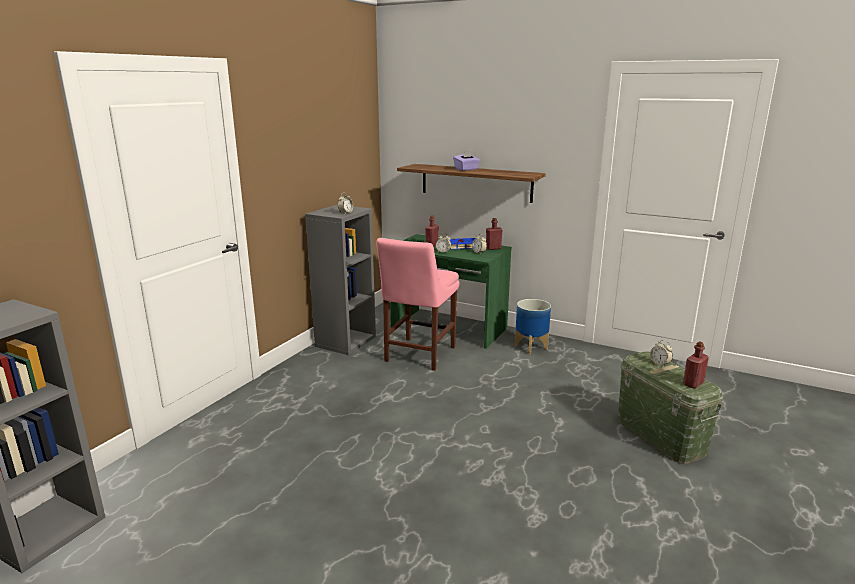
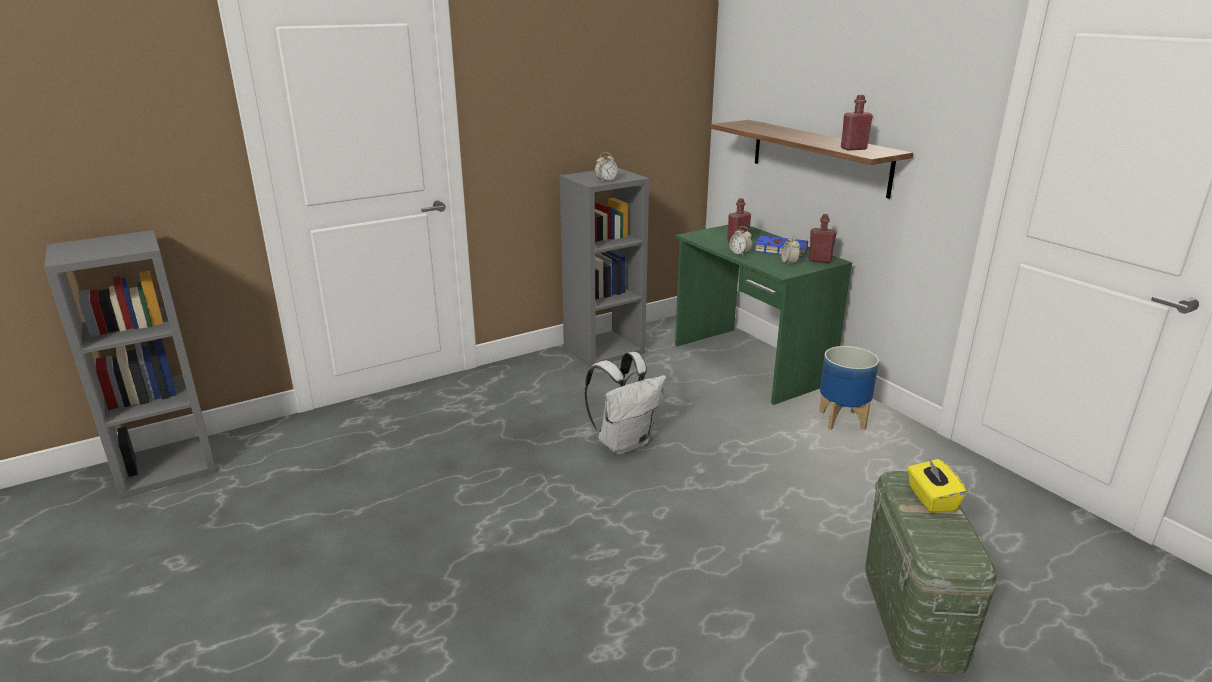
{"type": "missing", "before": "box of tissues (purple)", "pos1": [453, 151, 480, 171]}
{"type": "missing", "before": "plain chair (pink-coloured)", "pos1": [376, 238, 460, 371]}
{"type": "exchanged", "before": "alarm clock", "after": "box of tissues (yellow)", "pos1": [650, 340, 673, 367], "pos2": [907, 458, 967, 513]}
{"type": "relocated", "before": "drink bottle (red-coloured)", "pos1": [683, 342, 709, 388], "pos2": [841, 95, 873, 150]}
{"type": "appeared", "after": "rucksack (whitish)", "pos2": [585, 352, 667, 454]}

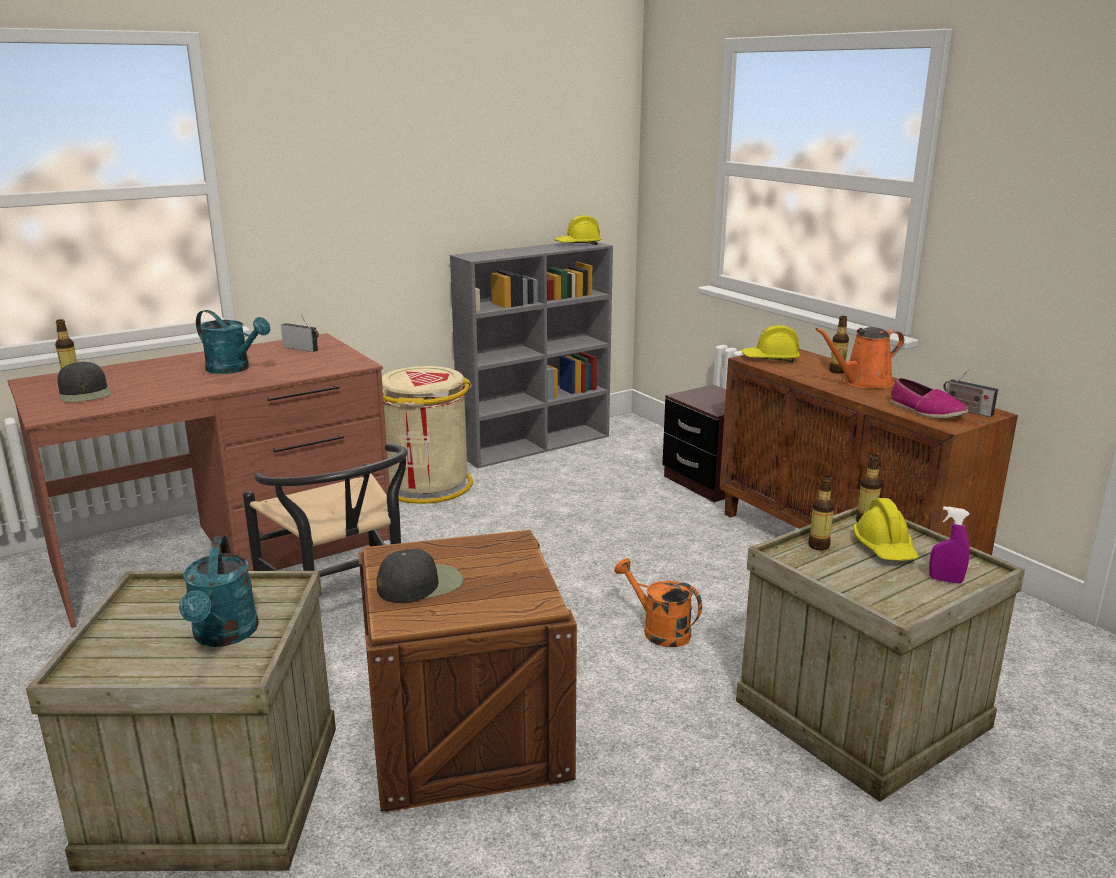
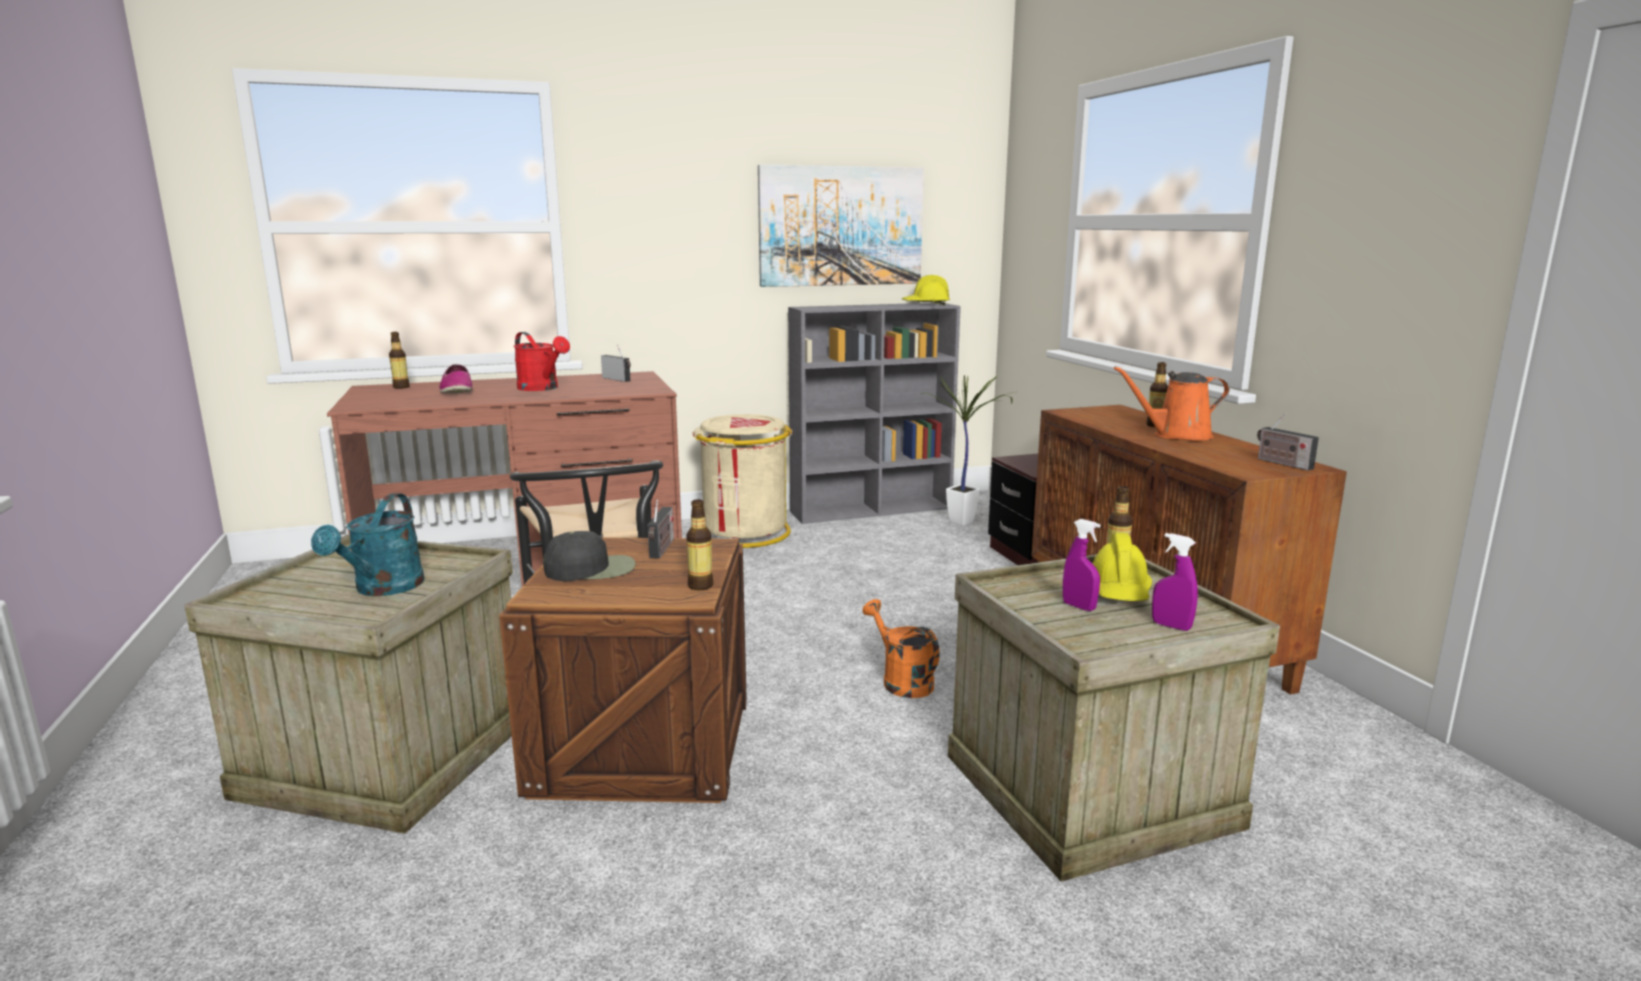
{"type": "colour", "before": "sprinkling can (turquoise-coloured)", "after": "sprinkling can (red-coloured)", "pos1": [196, 310, 271, 374], "pos2": [514, 332, 570, 391]}
{"type": "missing", "before": "safety helmet (yellow)", "pos1": [742, 325, 800, 363]}
{"type": "missing", "before": "baseball cap (black)", "pos1": [58, 361, 111, 402]}
{"type": "relocated", "before": "shoe", "pos1": [890, 378, 968, 418], "pos2": [440, 364, 473, 393]}
{"type": "relocated", "before": "drink bottle", "pos1": [808, 475, 834, 550], "pos2": [686, 499, 713, 590]}
{"type": "appeared", "after": "wall art", "pos2": [758, 164, 924, 287]}
{"type": "appeared", "after": "plant in a pot", "pos2": [921, 375, 1014, 526]}
{"type": "appeared", "after": "radio set", "pos2": [647, 500, 674, 559]}
{"type": "appeared", "after": "sprayer (purple)", "pos2": [1063, 519, 1101, 611]}

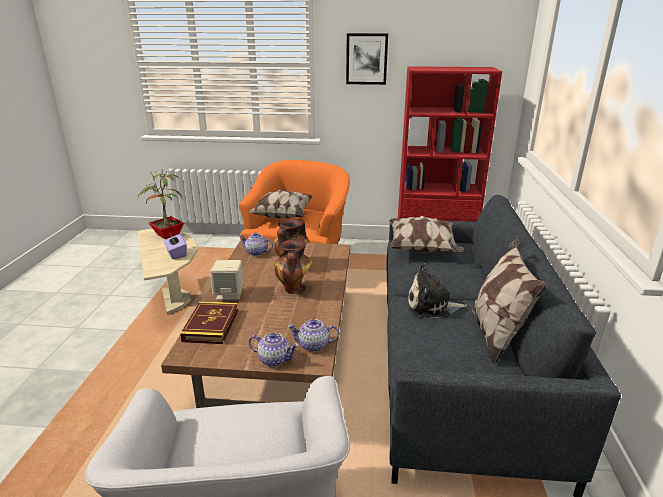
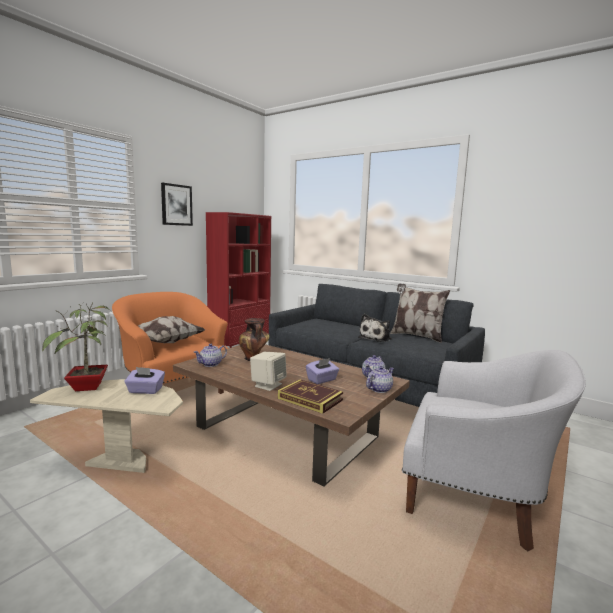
{"type": "missing", "before": "throw pillow", "pos1": [389, 216, 464, 253]}
{"type": "missing", "before": "decorative vase", "pos1": [274, 239, 312, 294]}
{"type": "appeared", "after": "box of tissues (purple)", "pos2": [306, 358, 339, 384]}

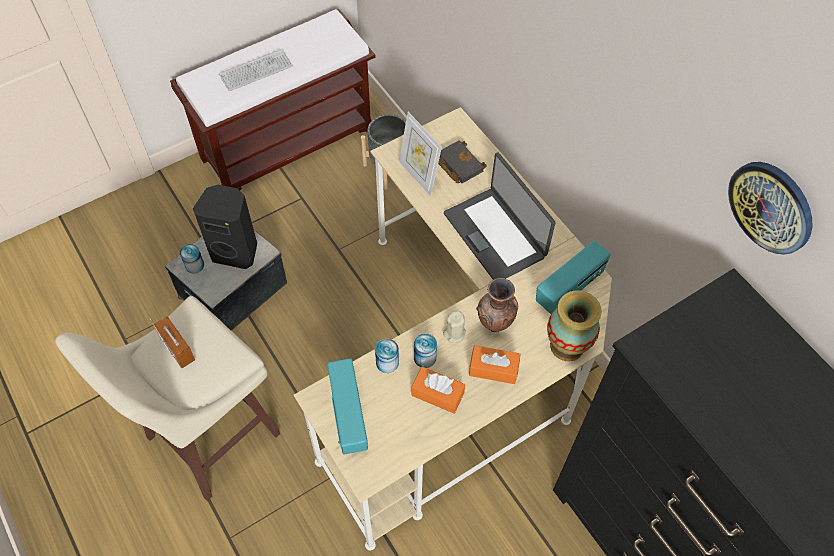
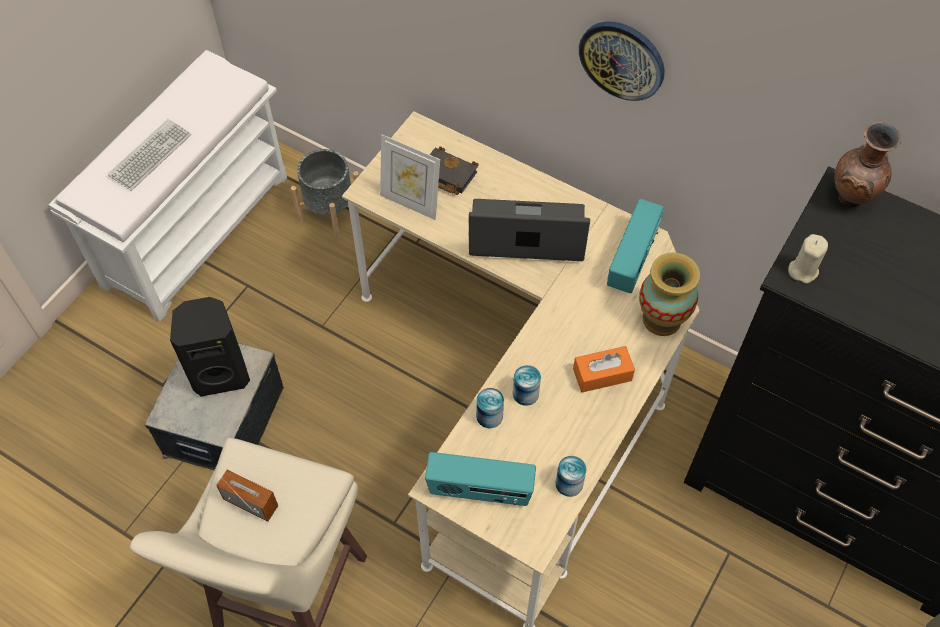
{"type": "colour", "before": "long seat (brownish)", "after": "long seat (whitish)", "pos1": [170, 9, 376, 190], "pos2": [49, 50, 287, 322]}
{"type": "spun", "before": "portable computer", "pos1": [444, 152, 556, 280], "pos2": [469, 199, 590, 261], "turn": 150}
{"type": "relocated", "before": "hanging clock", "pos1": [728, 162, 813, 255], "pos2": [579, 21, 665, 101]}
{"type": "relocated", "before": "can", "pos1": [180, 244, 204, 273], "pos2": [555, 456, 586, 497]}
{"type": "relocated", "before": "decorative vase (brownish)", "pos1": [476, 278, 518, 332], "pos2": [834, 122, 901, 208]}
{"type": "relocated", "before": "wax candle (beige)", "pos1": [443, 310, 466, 343], "pos2": [788, 234, 828, 284]}
{"type": "spun", "before": "radio set", "pos1": [327, 358, 368, 454], "pos2": [425, 452, 536, 506], "turn": -45}
{"type": "missing", "before": "box of tissues (orange-coloured)", "pos1": [411, 367, 465, 414]}

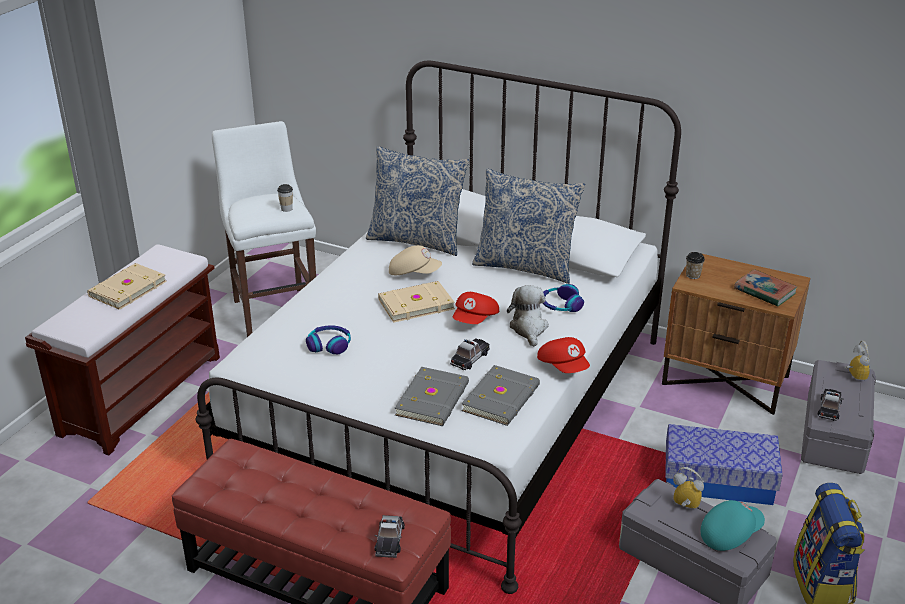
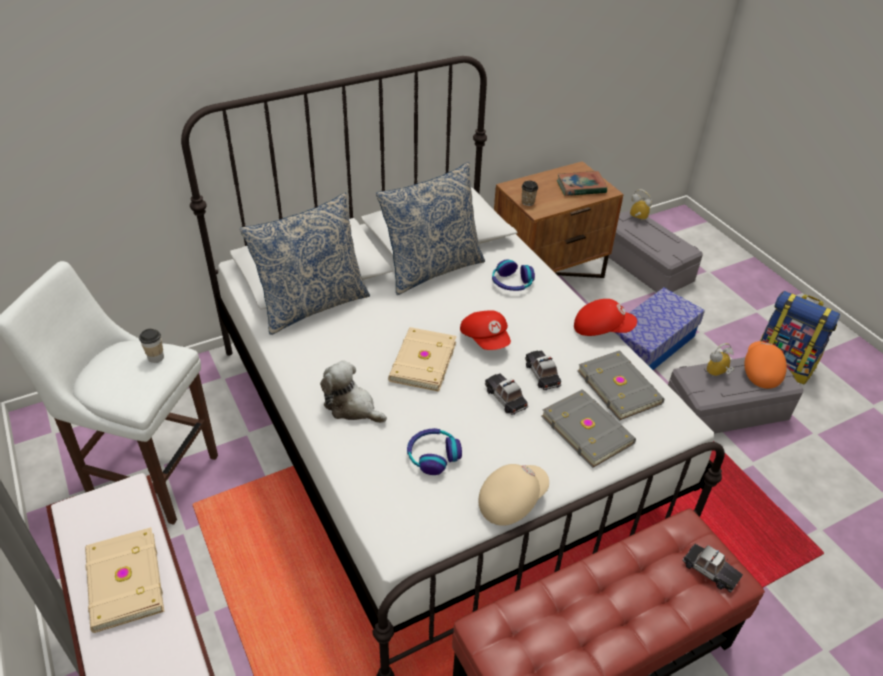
{"type": "relocated", "before": "baseball cap (beige)", "pos1": [389, 245, 442, 275], "pos2": [478, 464, 549, 526]}
{"type": "relocated", "before": "cuddly toy", "pos1": [507, 285, 549, 347], "pos2": [320, 360, 387, 423]}
{"type": "relocated", "before": "miniature car", "pos1": [817, 389, 844, 421], "pos2": [485, 374, 528, 415]}
{"type": "colour", "before": "baseball cap (turquoise-coloured)", "after": "baseball cap (orange-coloured)", "pos1": [701, 500, 765, 551], "pos2": [744, 341, 787, 389]}

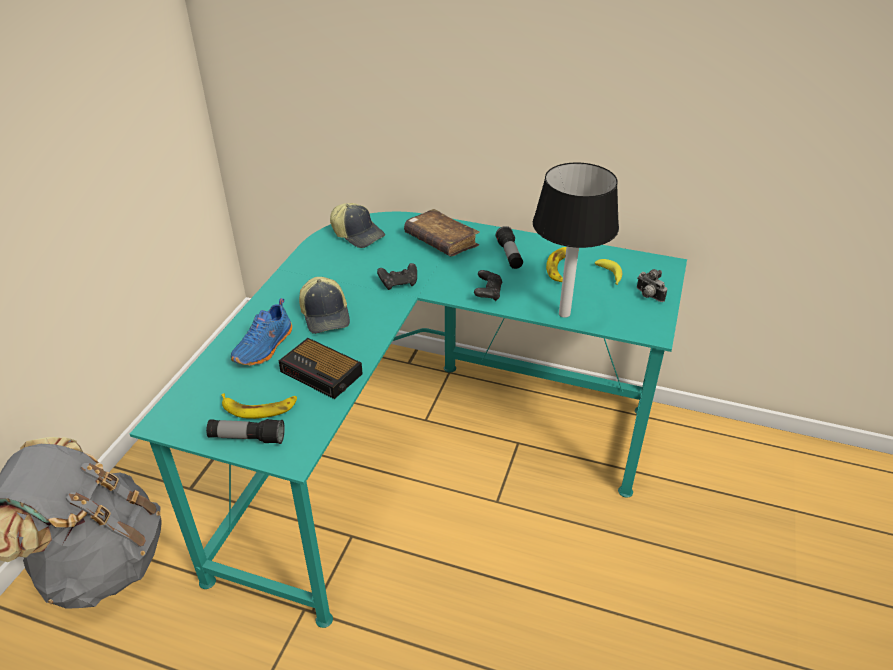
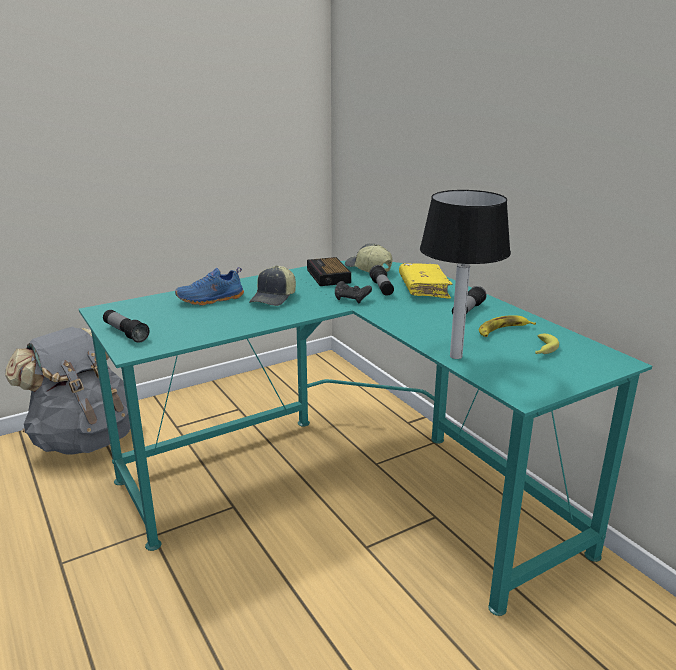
{"type": "spun", "before": "baseball cap", "pos1": [330, 203, 385, 248], "pos2": [345, 244, 392, 272], "turn": 150}
{"type": "colour", "before": "book (brownish)", "after": "book (yellow)", "pos1": [404, 209, 480, 256], "pos2": [399, 263, 453, 299]}
{"type": "missing", "before": "still camera", "pos1": [637, 269, 667, 302]}
{"type": "missing", "before": "game controller (black)", "pos1": [474, 270, 502, 301]}
{"type": "relocated", "before": "alarm clock", "pos1": [279, 338, 363, 399], "pos2": [307, 257, 351, 286]}
{"type": "missing", "before": "banana", "pos1": [221, 393, 297, 419]}
{"type": "appeared", "after": "flashlight", "pos2": [369, 265, 394, 296]}

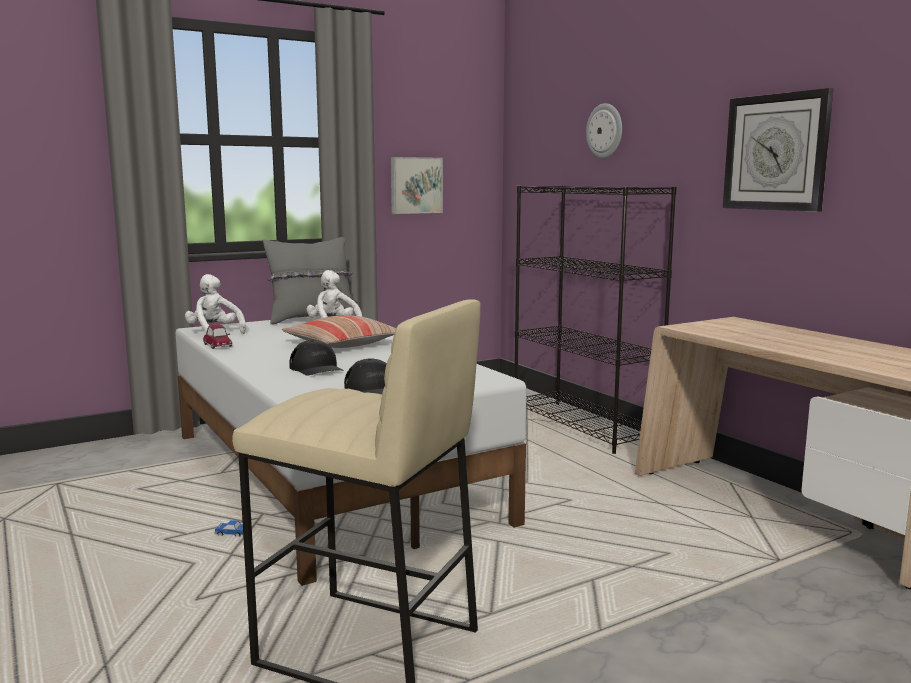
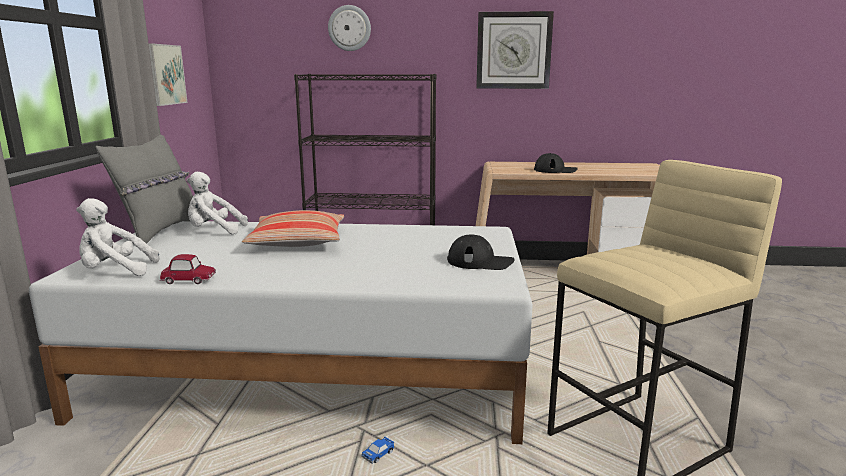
{"type": "relocated", "before": "baseball cap (black)", "pos1": [289, 340, 343, 375], "pos2": [534, 153, 578, 173]}

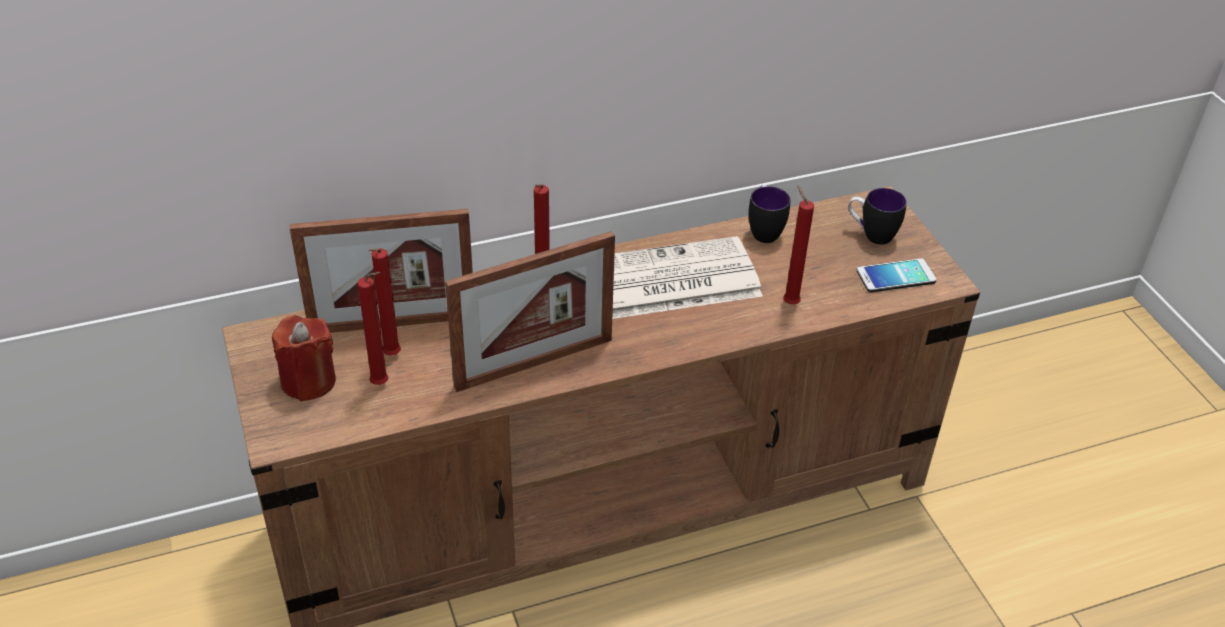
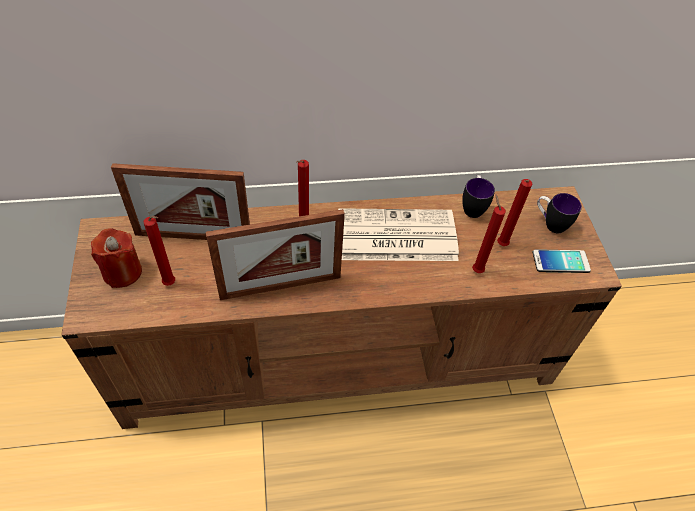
{"type": "relocated", "before": "wax candle (red-coloured)", "pos1": [369, 248, 401, 356], "pos2": [497, 179, 532, 246]}

